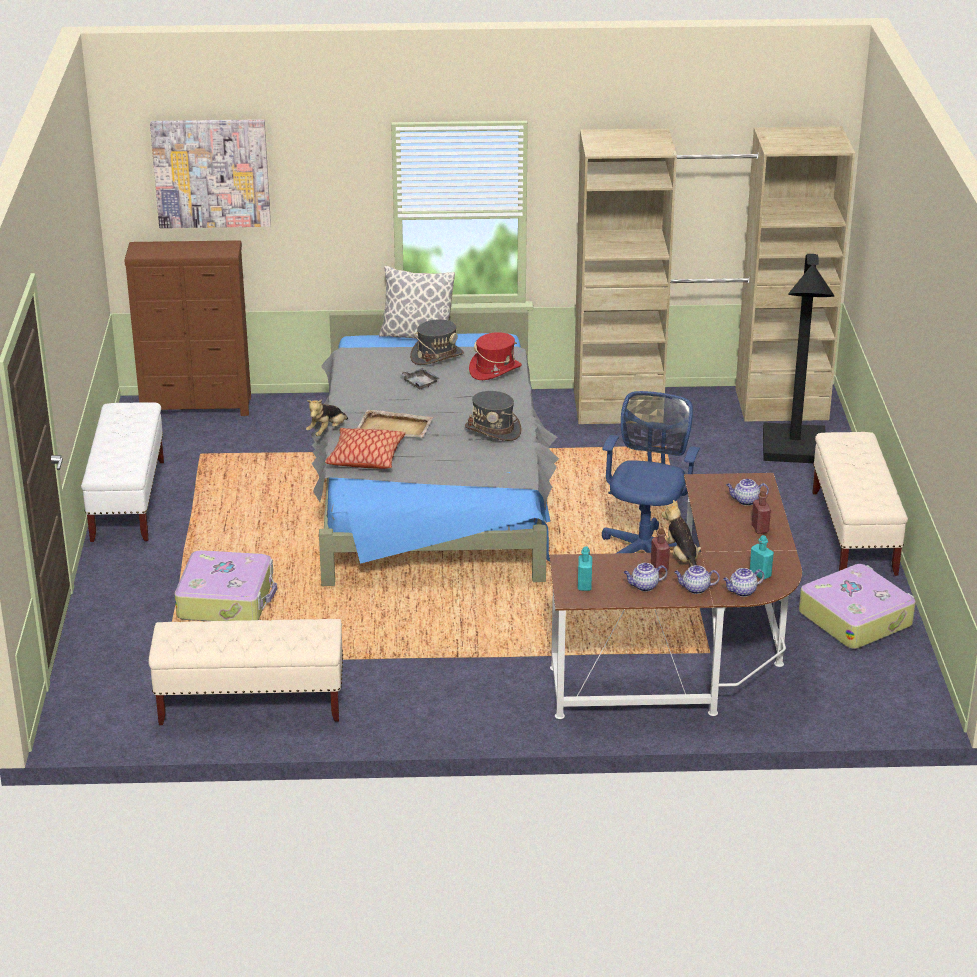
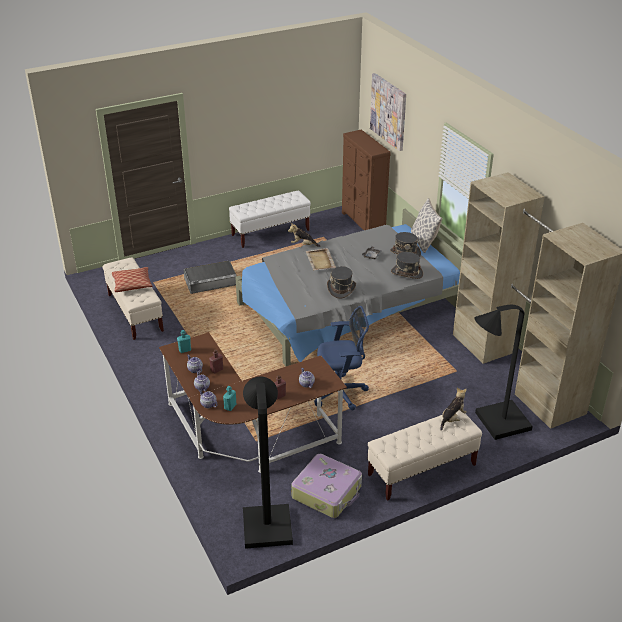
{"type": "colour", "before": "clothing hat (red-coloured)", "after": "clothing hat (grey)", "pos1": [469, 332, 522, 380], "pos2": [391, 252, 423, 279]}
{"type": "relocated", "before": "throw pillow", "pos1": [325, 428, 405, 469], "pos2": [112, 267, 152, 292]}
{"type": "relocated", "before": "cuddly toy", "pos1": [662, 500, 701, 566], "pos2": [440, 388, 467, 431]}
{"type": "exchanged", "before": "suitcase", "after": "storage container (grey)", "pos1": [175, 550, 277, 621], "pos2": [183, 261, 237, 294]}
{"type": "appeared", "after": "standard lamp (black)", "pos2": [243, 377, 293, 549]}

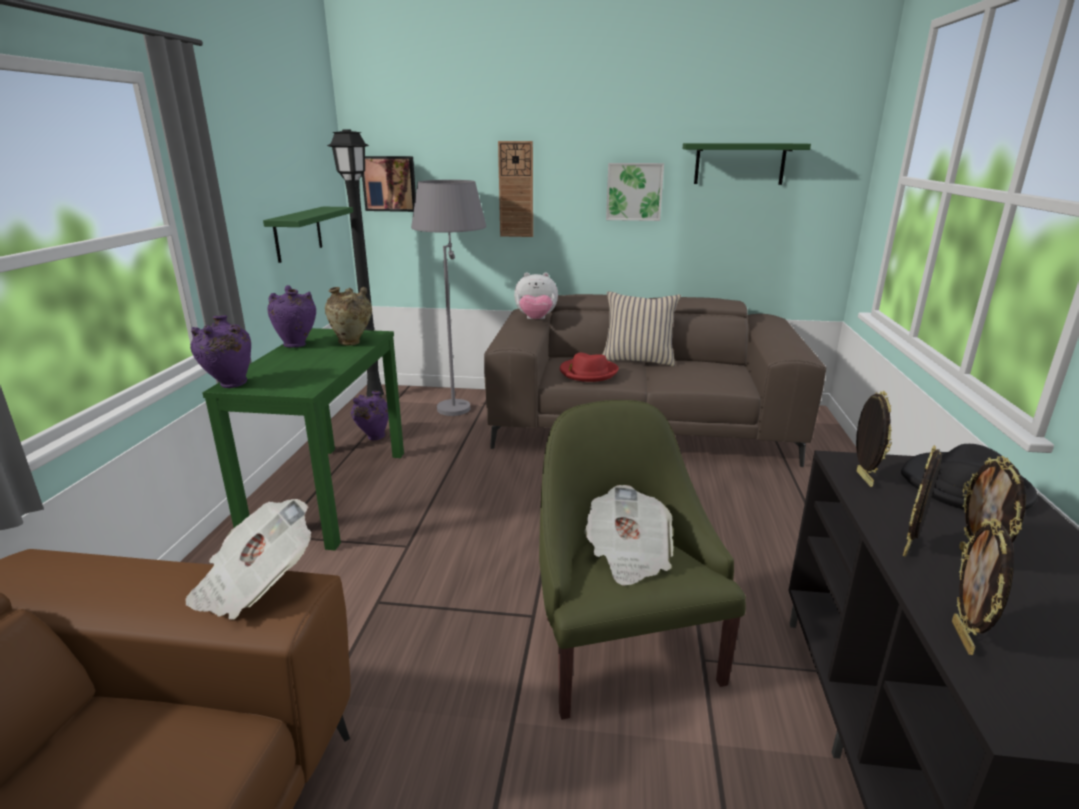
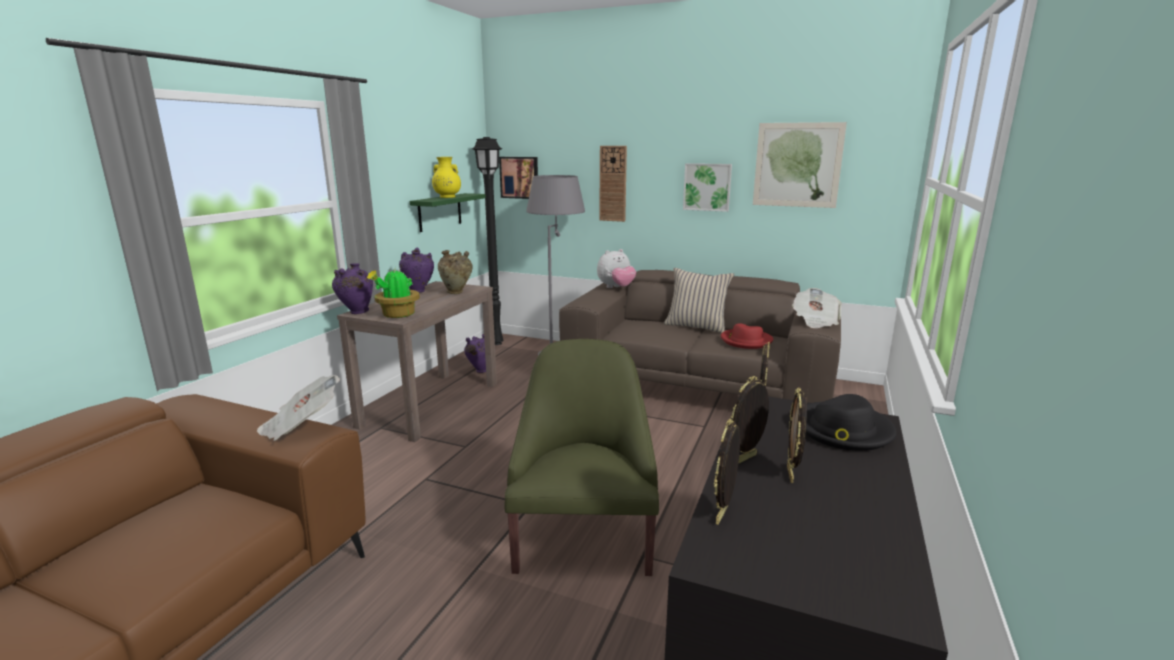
{"type": "exchanged", "before": "wall shelf (greenish)", "after": "wall art", "pos1": [683, 143, 811, 185], "pos2": [753, 122, 847, 208]}
{"type": "spun", "before": "cuddly toy", "pos1": [514, 272, 558, 319], "pos2": [597, 249, 636, 288], "turn": -45}
{"type": "colour", "before": "hall table (greenish)", "after": "hall table (brownish)", "pos1": [202, 328, 404, 550], "pos2": [337, 281, 497, 442]}
{"type": "relocated", "before": "clothing hat (red-coloured)", "pos1": [560, 353, 619, 382], "pos2": [721, 323, 773, 349]}
{"type": "relocated", "before": "newspaper", "pos1": [584, 485, 673, 586], "pos2": [792, 288, 842, 328]}
{"type": "appeared", "after": "decorative vase (yellow)", "pos2": [432, 157, 461, 198]}
{"type": "appeared", "after": "plant in a pot", "pos2": [367, 267, 420, 318]}

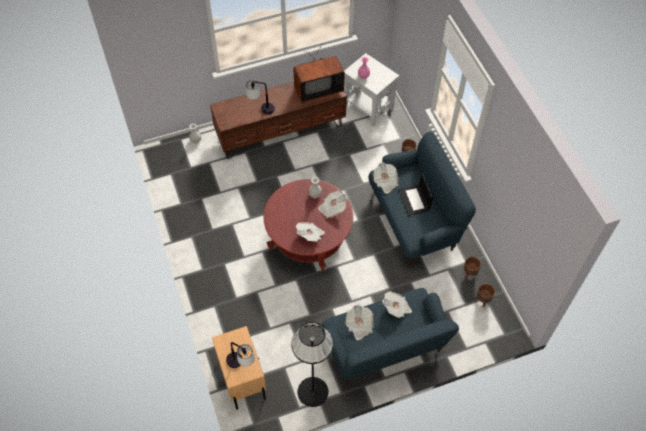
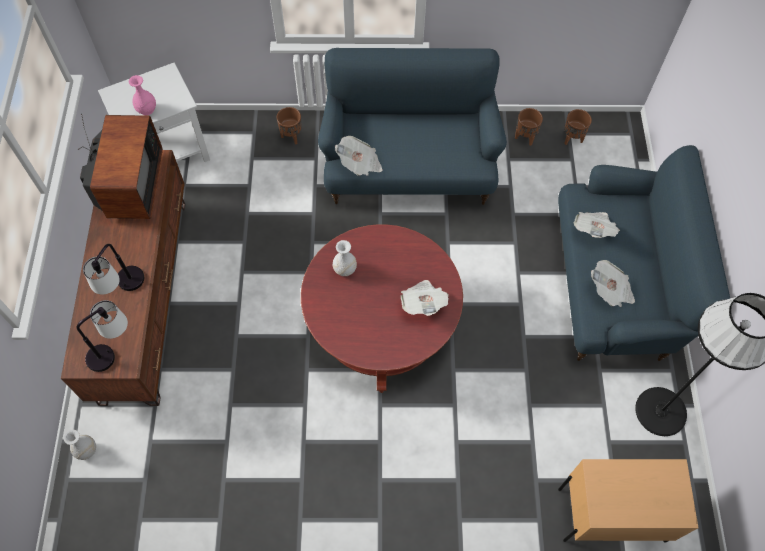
{"type": "missing", "before": "portable computer", "pos1": [398, 173, 433, 216]}
{"type": "missing", "before": "newspaper", "pos1": [318, 191, 347, 218]}
{"type": "relocated", "before": "lamp for a table", "pos1": [226, 342, 255, 368], "pos2": [77, 300, 128, 372]}

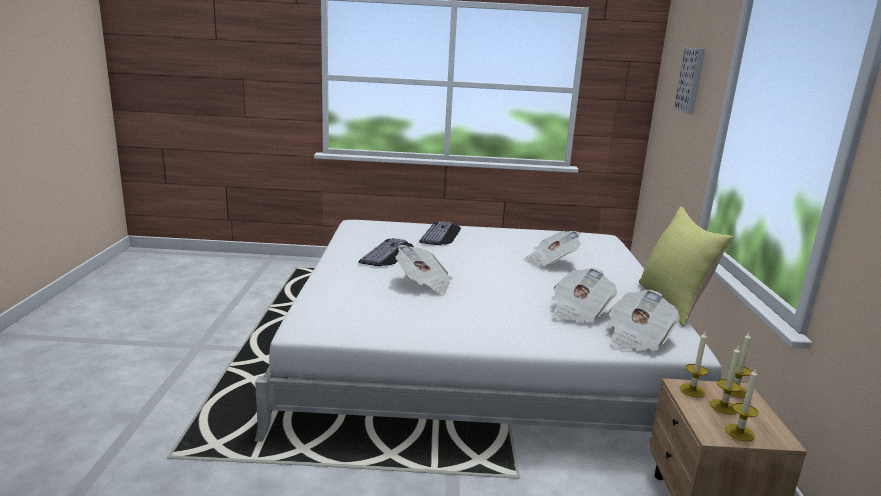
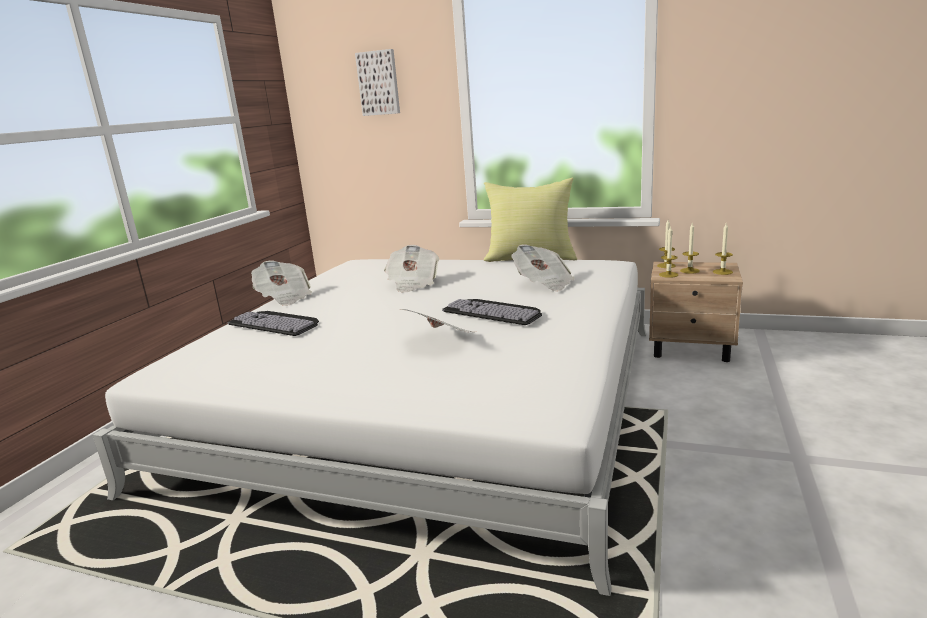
{"type": "relocated", "before": "PC keyboard", "pos1": [359, 238, 414, 266], "pos2": [442, 299, 542, 325]}
{"type": "relocated", "before": "newspaper", "pos1": [608, 290, 680, 351], "pos2": [251, 260, 312, 306]}

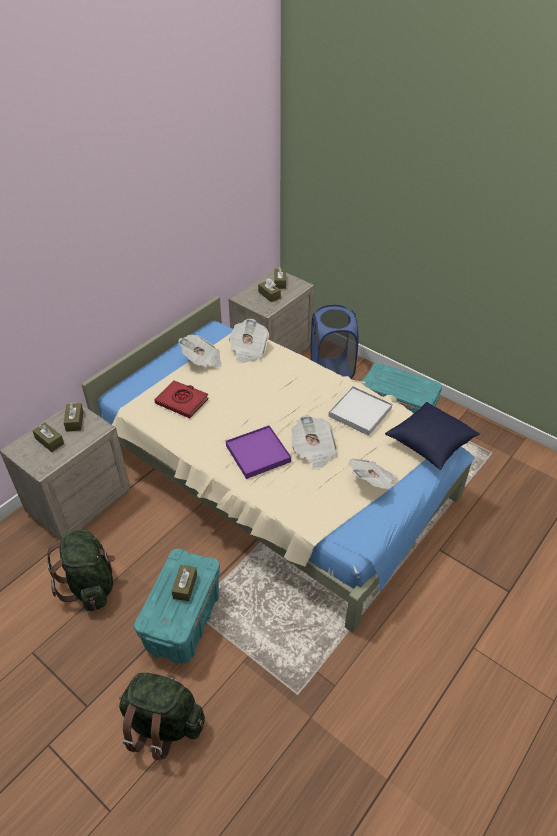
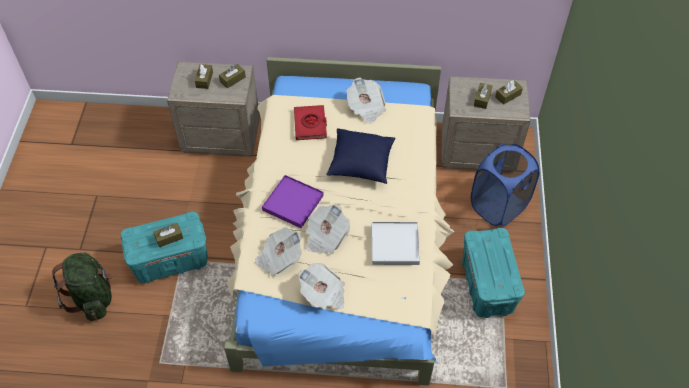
{"type": "relocated", "before": "newspaper", "pos1": [229, 319, 269, 363], "pos2": [255, 227, 302, 277]}
{"type": "relocated", "before": "throw pillow (blue-coloured)", "pos1": [385, 402, 480, 470], "pos2": [326, 128, 396, 184]}
{"type": "missing", "before": "rucksack (greenish)", "pos1": [47, 530, 116, 611]}

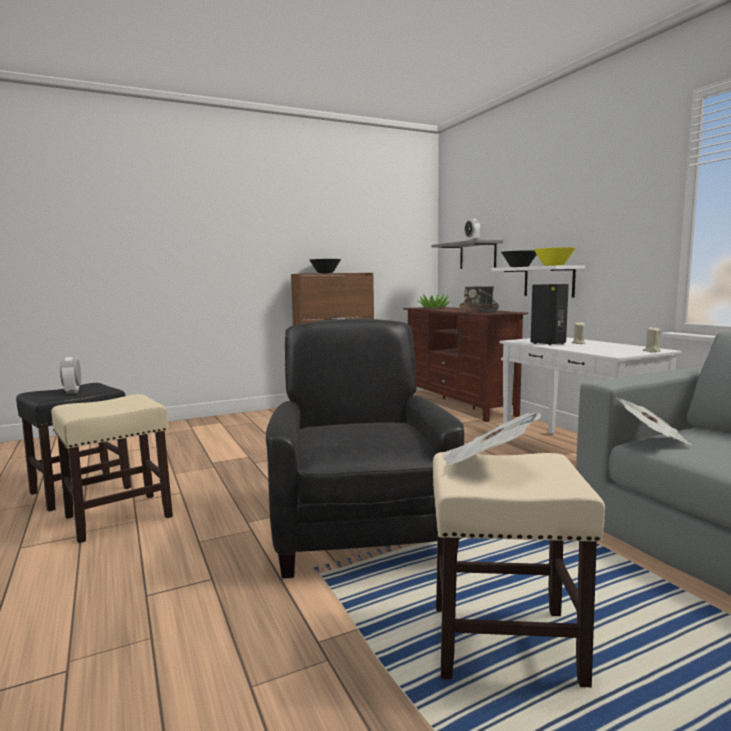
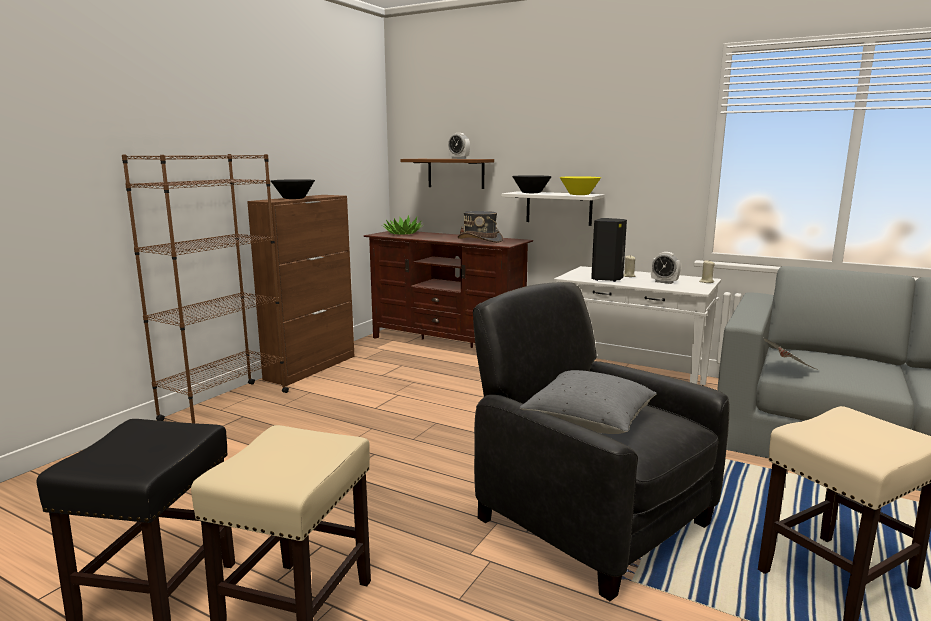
{"type": "colour", "before": "wall shelf (grey)", "after": "wall shelf (brownish)", "pos1": [432, 240, 503, 269], "pos2": [400, 159, 494, 189]}
{"type": "relocated", "before": "alarm clock", "pos1": [60, 357, 81, 394], "pos2": [651, 252, 681, 284]}
{"type": "missing", "before": "newspaper", "pos1": [443, 413, 541, 467]}
{"type": "appeared", "after": "bookcase (brownish)", "pos2": [122, 154, 289, 423]}
{"type": "appeared", "after": "throw pillow (grey)", "pos2": [520, 370, 657, 434]}

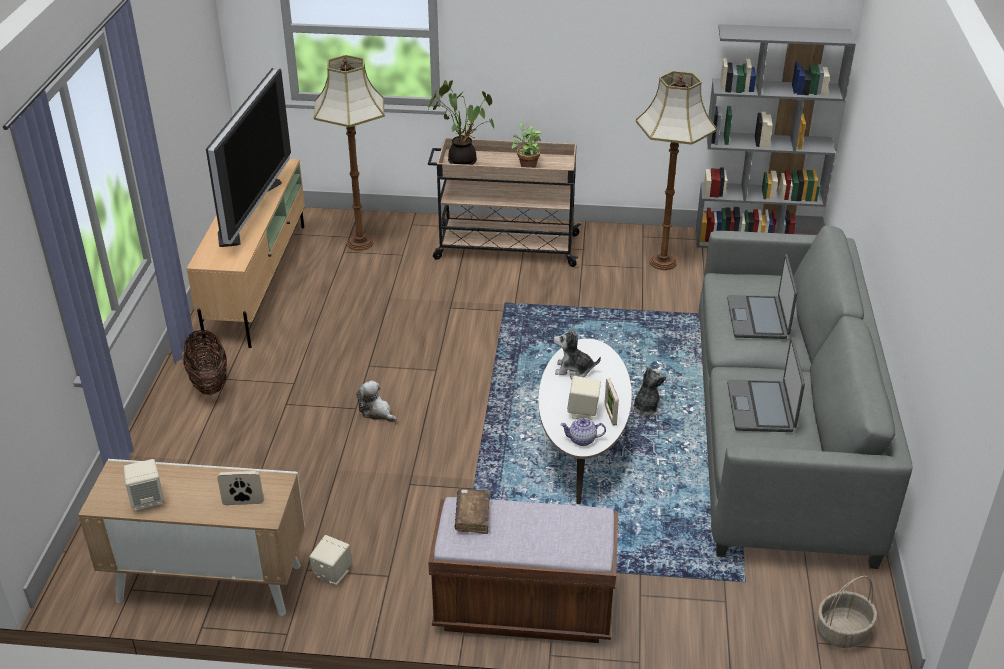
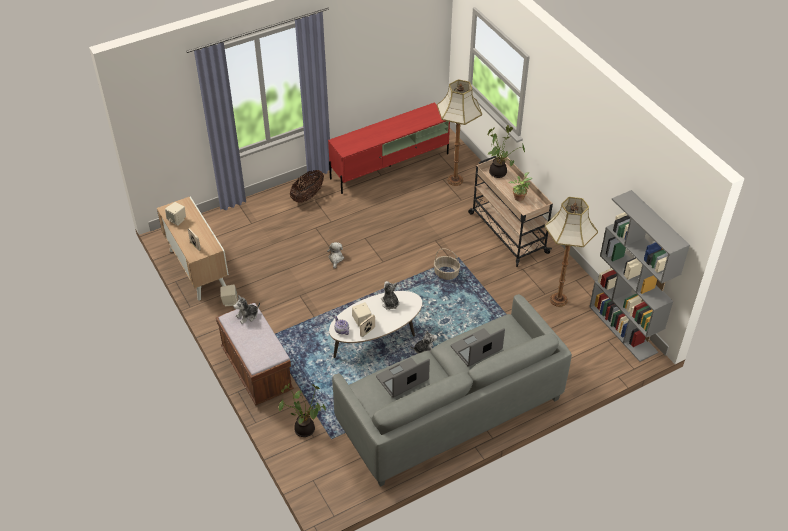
{"type": "missing", "before": "TV set", "pos1": [206, 68, 291, 247]}
{"type": "colour", "before": "media console (beige)", "after": "media console (red-coloured)", "pos1": [186, 159, 305, 348], "pos2": [328, 102, 450, 194]}
{"type": "exchanged", "before": "book (brownish)", "after": "cuddly toy", "pos1": [455, 489, 490, 534], "pos2": [233, 295, 260, 324]}
{"type": "relocated", "before": "basket", "pos1": [817, 576, 877, 648], "pos2": [434, 248, 460, 280]}
{"type": "appeared", "after": "plant in a pot", "pos2": [279, 383, 326, 437]}

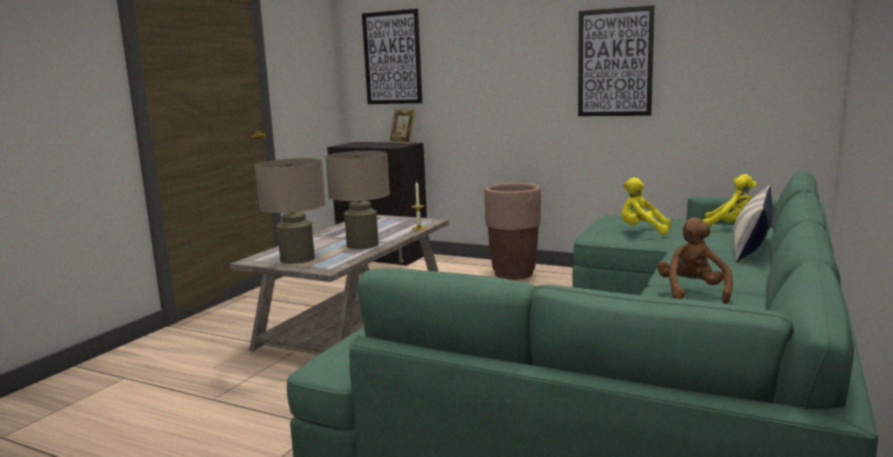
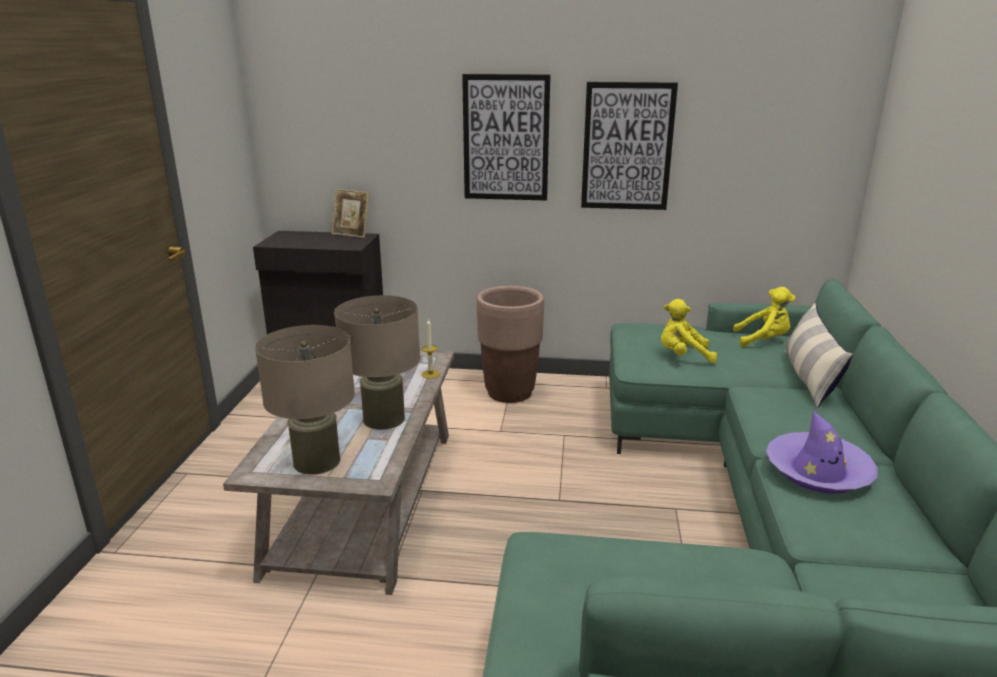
{"type": "relocated", "before": "wall art", "pos1": [362, 9, 422, 104], "pos2": [462, 74, 551, 201]}
{"type": "exchanged", "before": "cuddly toy (brownish)", "after": "clothing hat (purple)", "pos1": [657, 217, 733, 304], "pos2": [766, 411, 878, 494]}

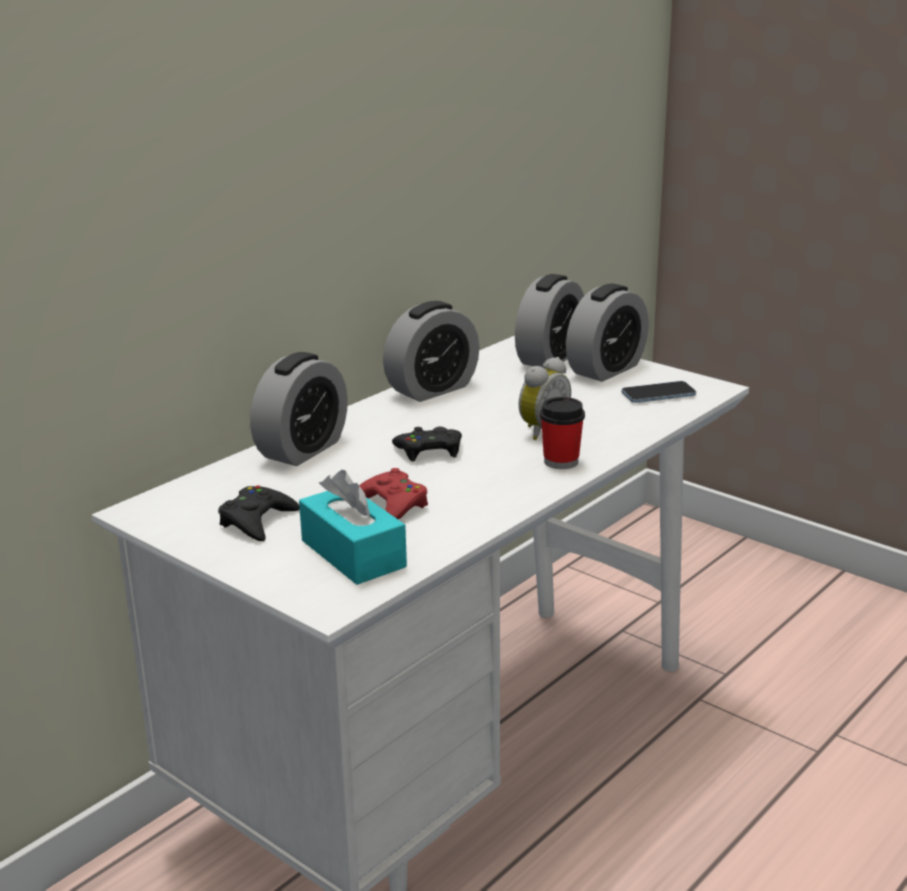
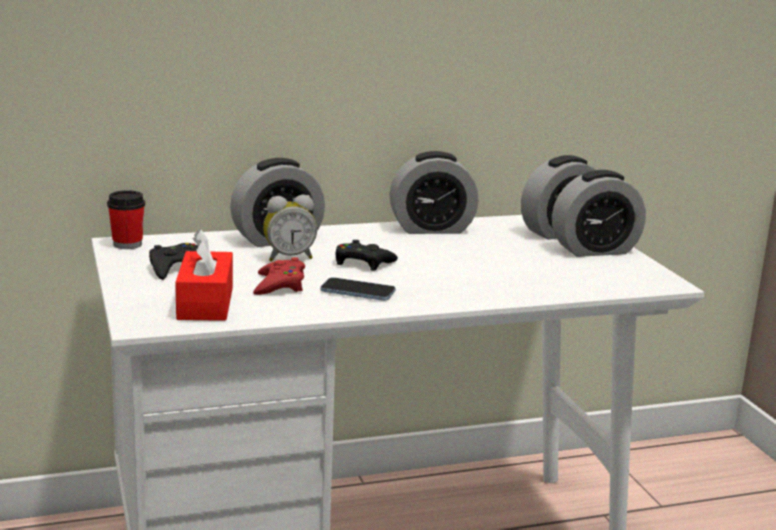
{"type": "relocated", "before": "alarm clock", "pos1": [519, 357, 571, 440], "pos2": [263, 195, 317, 262]}
{"type": "relocated", "before": "phone", "pos1": [622, 381, 696, 403], "pos2": [321, 277, 396, 301]}
{"type": "relocated", "before": "cup", "pos1": [540, 397, 585, 469], "pos2": [107, 190, 145, 249]}
{"type": "colour", "before": "box of tissues (turquoise-coloured)", "after": "box of tissues (red-coloured)", "pos1": [299, 470, 407, 585], "pos2": [175, 229, 233, 321]}

